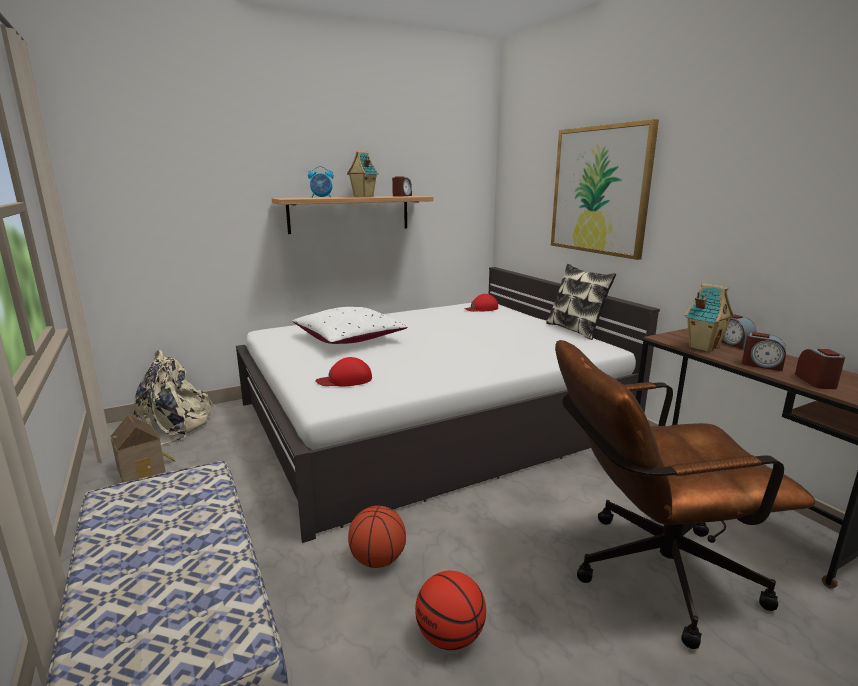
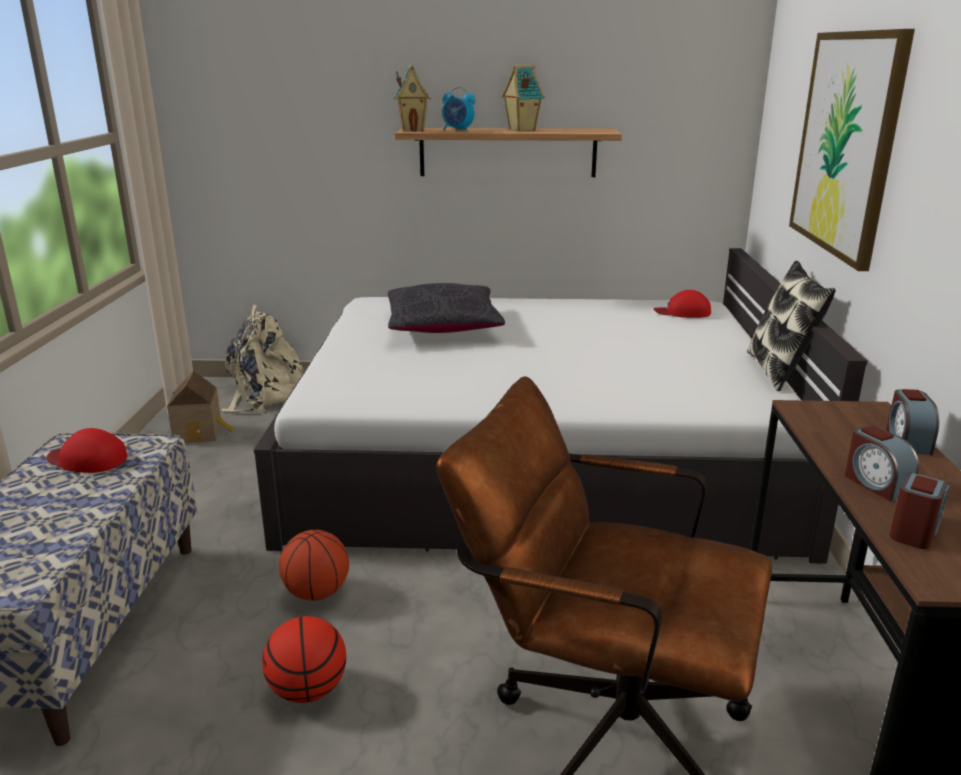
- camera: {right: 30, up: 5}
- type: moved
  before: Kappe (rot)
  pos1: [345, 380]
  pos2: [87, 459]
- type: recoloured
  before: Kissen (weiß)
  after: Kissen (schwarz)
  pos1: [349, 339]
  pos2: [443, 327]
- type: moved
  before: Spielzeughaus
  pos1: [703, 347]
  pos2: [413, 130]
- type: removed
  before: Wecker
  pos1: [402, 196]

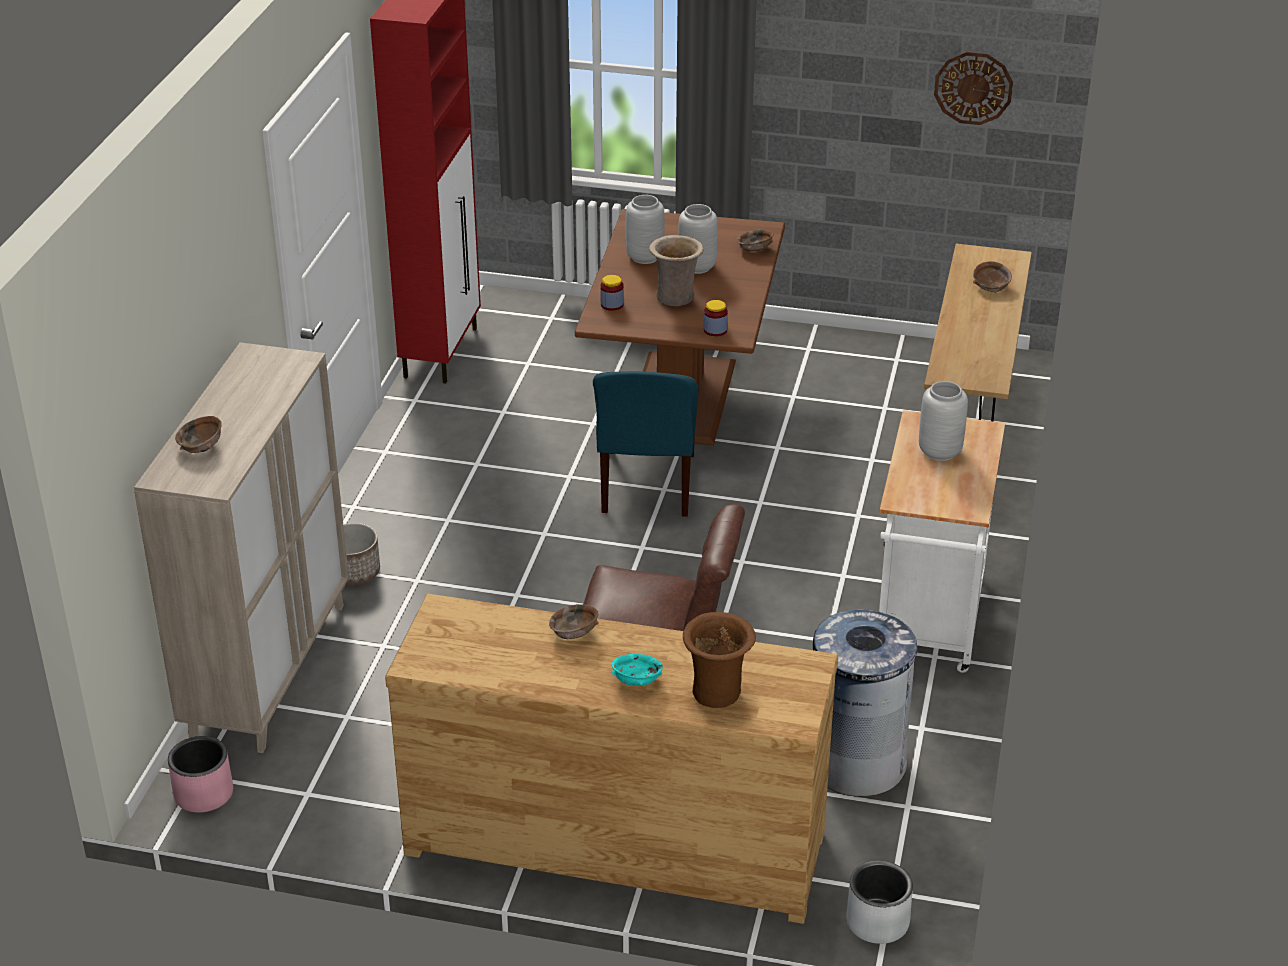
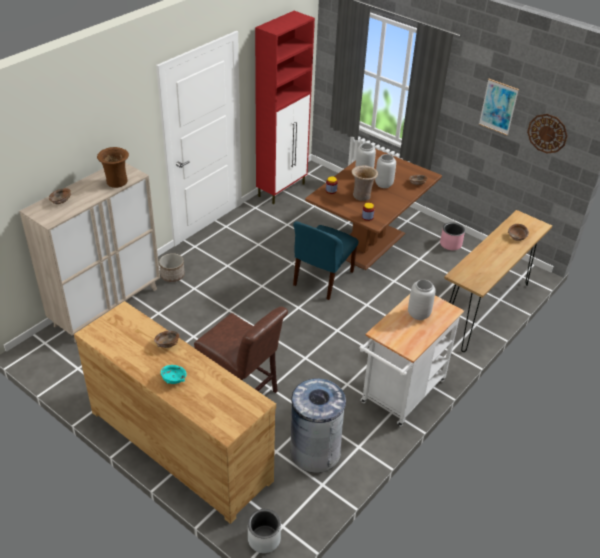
- camera: {right: 25, up: 5}
- type: moved
  before: Vase (braun)
  pos1: [718, 694]
  pos2: [117, 183]
- type: moved
  before: Pflanzkübel (rosa)
  pos1: [203, 794]
  pos2: [450, 244]
- type: added
  after: Bild
  pos2: [498, 107]

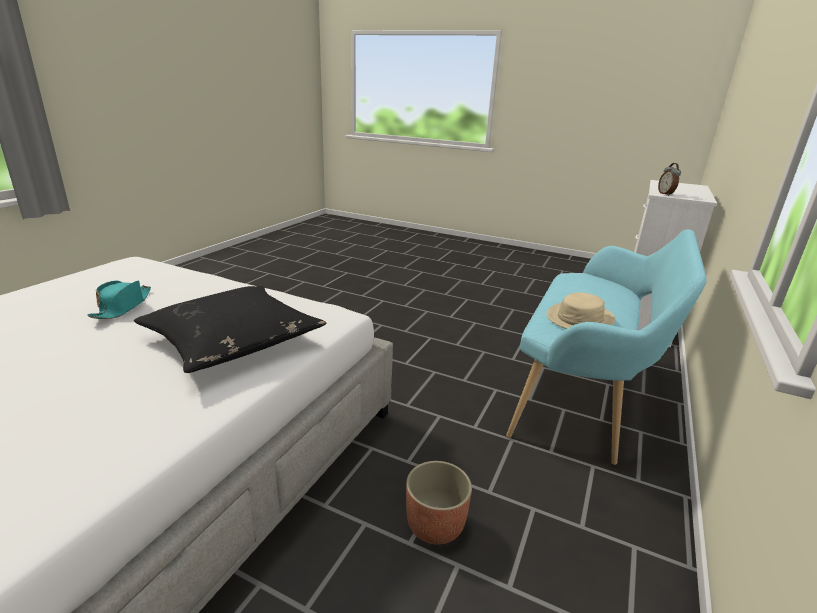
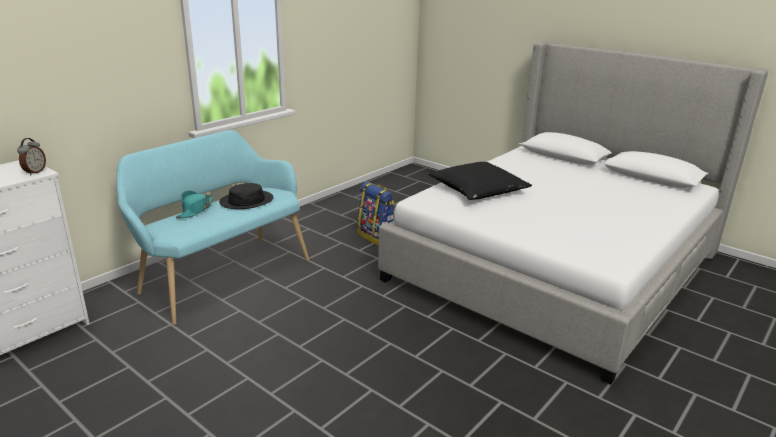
- camera: {right: -165, up: 0}
- type: moved
  before: Hut (türkis)
  pos1: [123, 306]
  pos2: [196, 210]
- type: recoloured
  before: Hut (beige)
  after: Hut (schwarz)
  pos1: [580, 318]
  pos2: [246, 201]
- type: replaced
  before: Pflanzkübel
  after: Rucksack
  pos1: [434, 525]
  pos2: [376, 237]

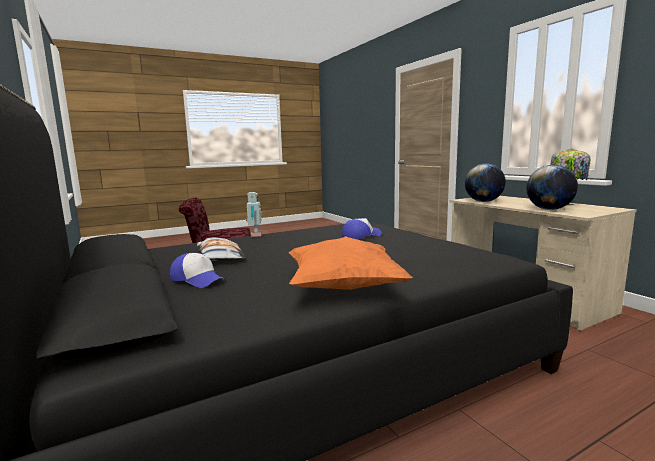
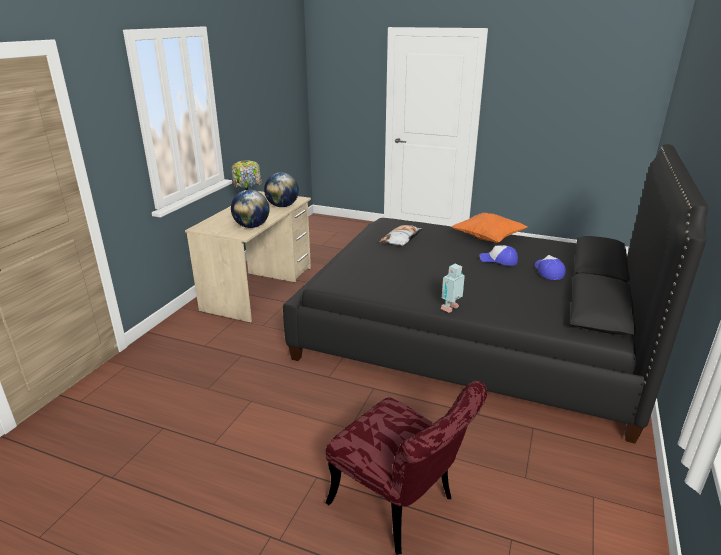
- camera: {right: -130, up: 15}
- type: moved
  before: Kissen
  pos1: [219, 256]
  pos2: [401, 239]
- type: moved
  before: Kappe
  pos1: [361, 236]
  pos2: [498, 260]

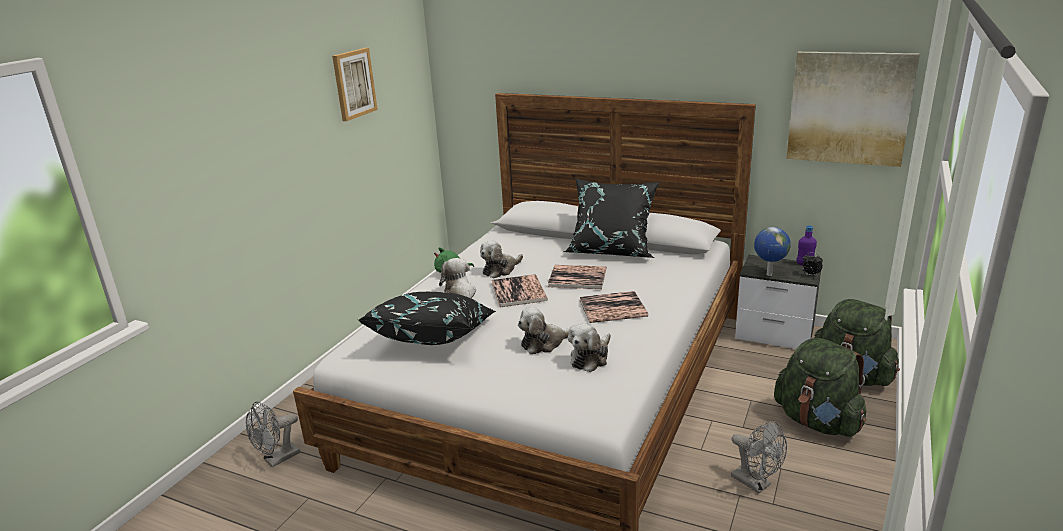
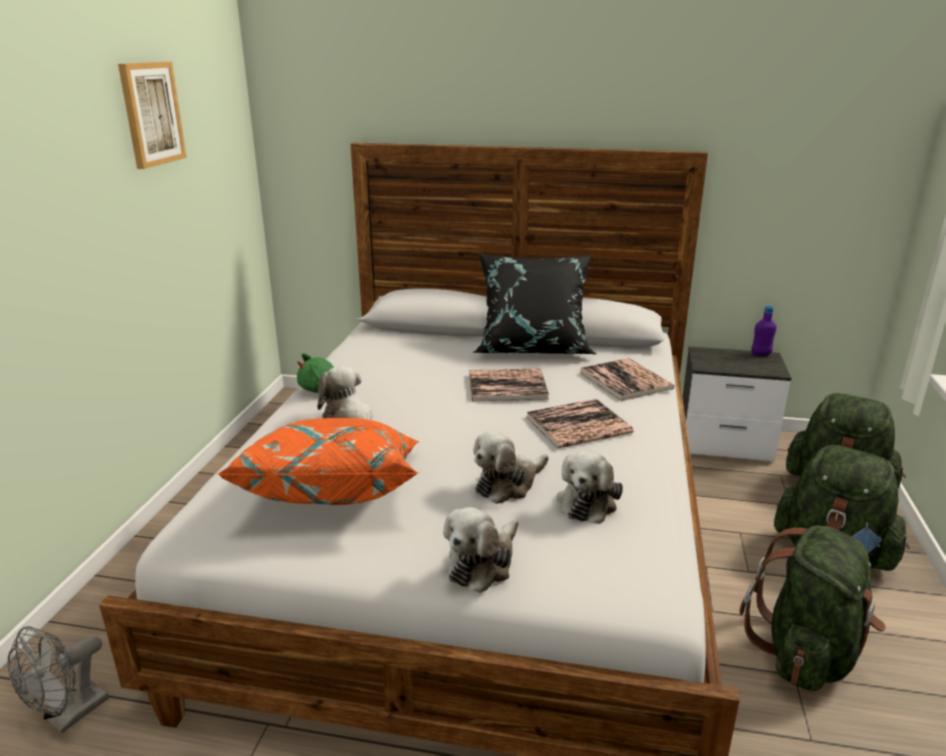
- camera: {right: -15, up: 0}
- type: recoloured
  before: Kissen (schwarz)
  after: Kissen (orange)
  pos1: [434, 337]
  pos2: [334, 489]
- type: moved
  before: Plüschtier
  pos1: [500, 270]
  pos2: [483, 563]
- type: moved
  before: Buch
  pos1: [518, 292]
  pos2: [625, 380]
- type: replaced
  before: Ventilator (grau)
  after: Rucksack (grün)
  pos1: [756, 483]
  pos2: [806, 653]
- type: removed
  before: Globus
  pos1: [768, 275]
- type: removed
  before: Bild
  pos1: [849, 108]
- type: removed
  before: Wecker
  pos1: [810, 275]

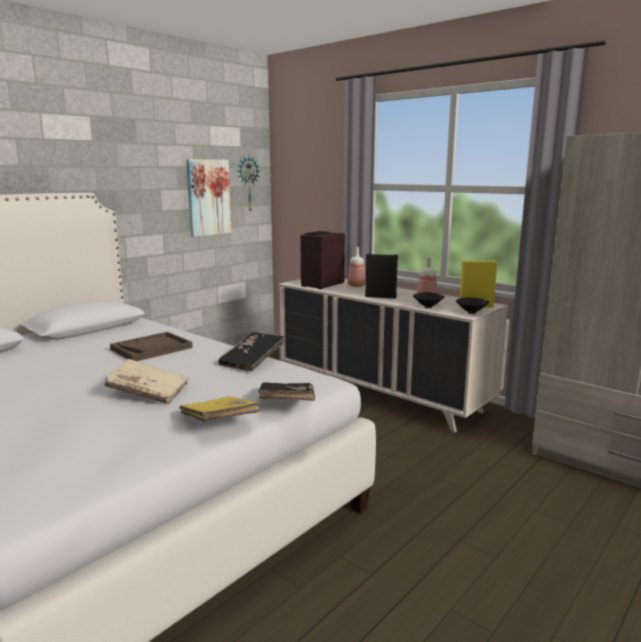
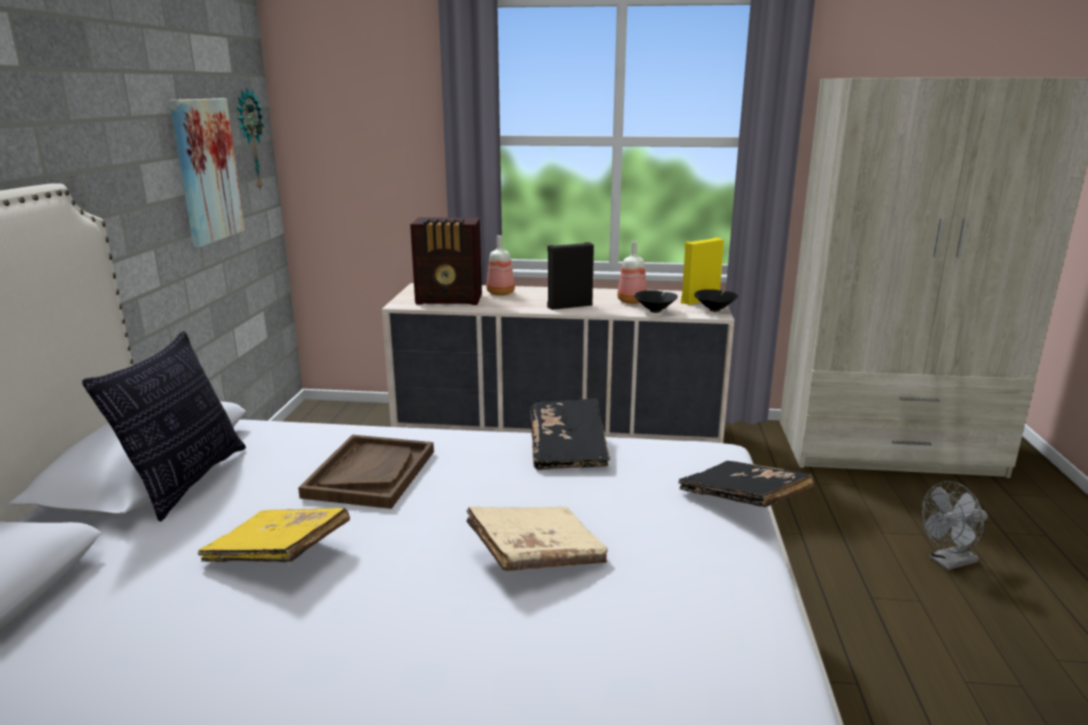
- camera: {right: -35, up: 5}
- type: added
  after: Kissen
  pos2: [187, 481]
- type: moved
  before: Buch (gelb)
  pos1: [219, 422]
  pos2: [278, 554]
- type: turned
  before: Radio
  pos1: [321, 284]
  pos2: [450, 300]
  turn: -90
- type: added
  after: Ventilator (grau)
  pos2: [948, 562]

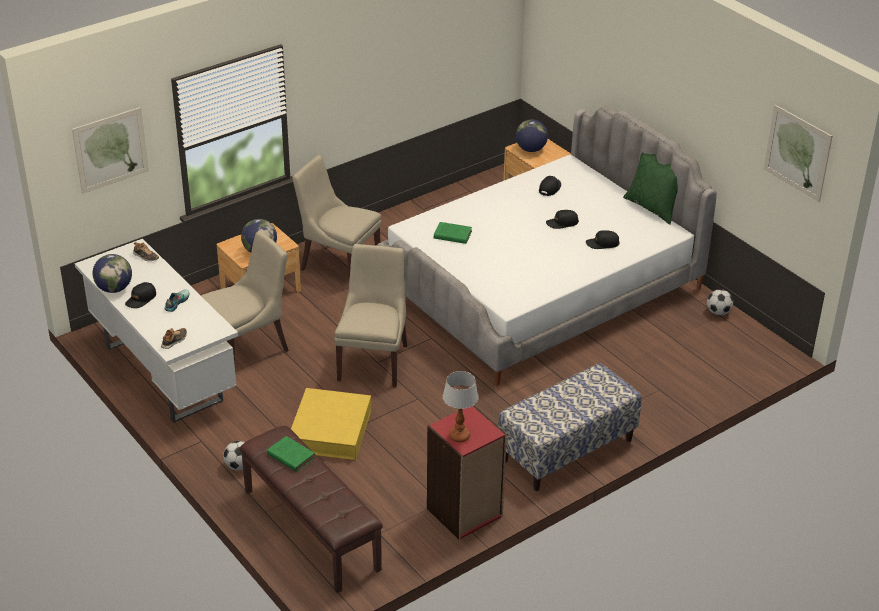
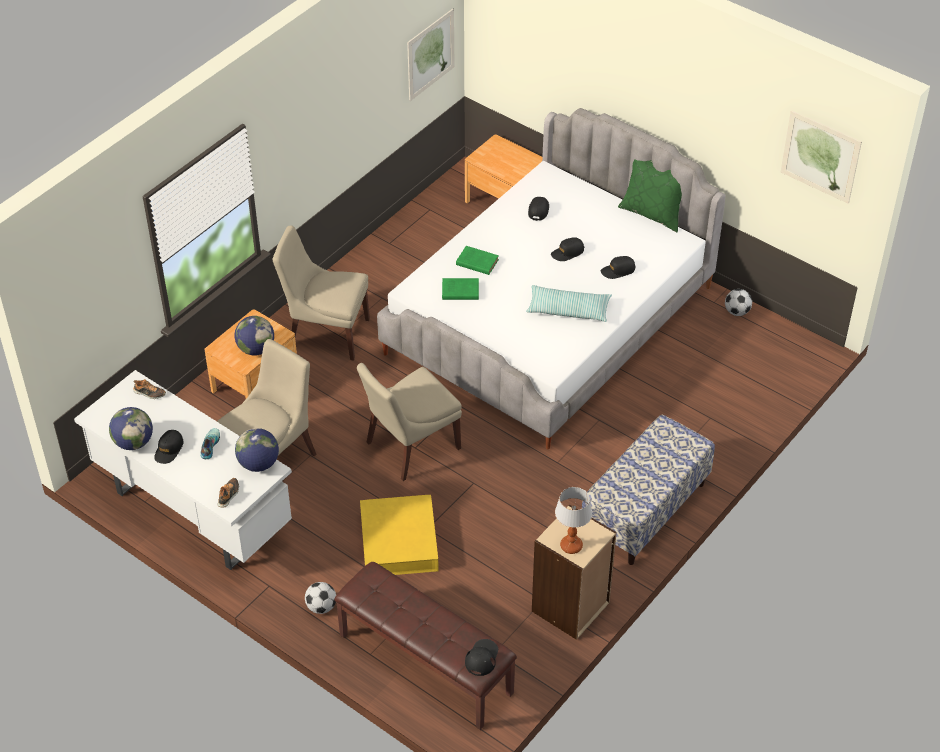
- camera: {right: -15, up: 10}
- type: moved
  before: Globus
  pos1: [531, 149]
  pos2: [258, 464]
- type: turned
  before: Stuhl (beige)
  pos1: [373, 361]
  pos2: [410, 447]
  turn: -120
- type: moved
  before: Bild
  pos1: [111, 150]
  pos2: [430, 54]
- type: moved
  before: Buch (grün)
  pos1: [290, 455]
  pos2: [476, 262]
- type: added
  after: Kappe (schwarz)
  pos2: [482, 658]
- type: added
  after: Kissen
  pos2: [568, 310]
- type: recoloured
  before: Bücherregal (rot)
  after: Bücherregal (beige)
  pos1: [465, 513]
  pos2: [571, 607]

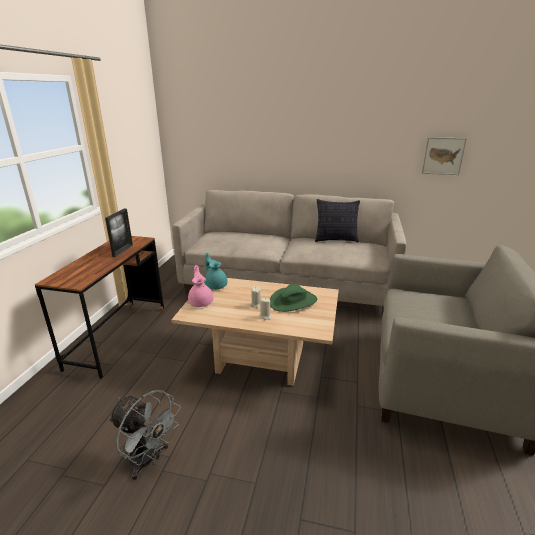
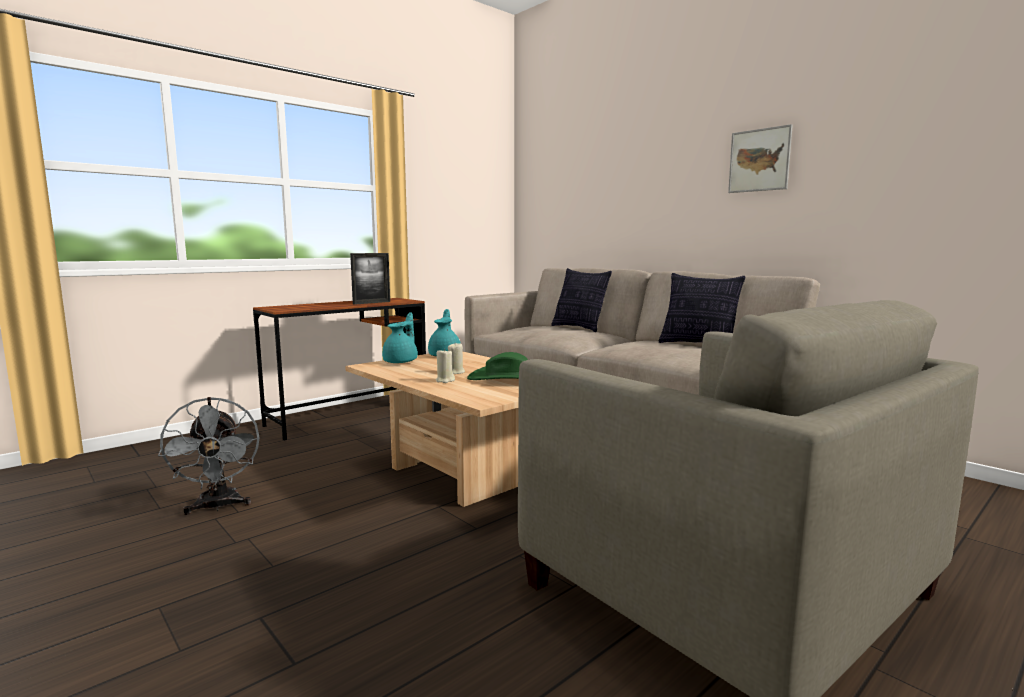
- camera: {right: 35, up: -15}
- type: recoloured
  before: Teekanne (rosa)
  after: Teekanne (türkis)
  pos1: [201, 302]
  pos2: [401, 361]
- type: added
  after: Kissen
  pos2: [579, 328]
- type: moved
  before: Bild
  pos1: [443, 156]
  pos2: [759, 160]

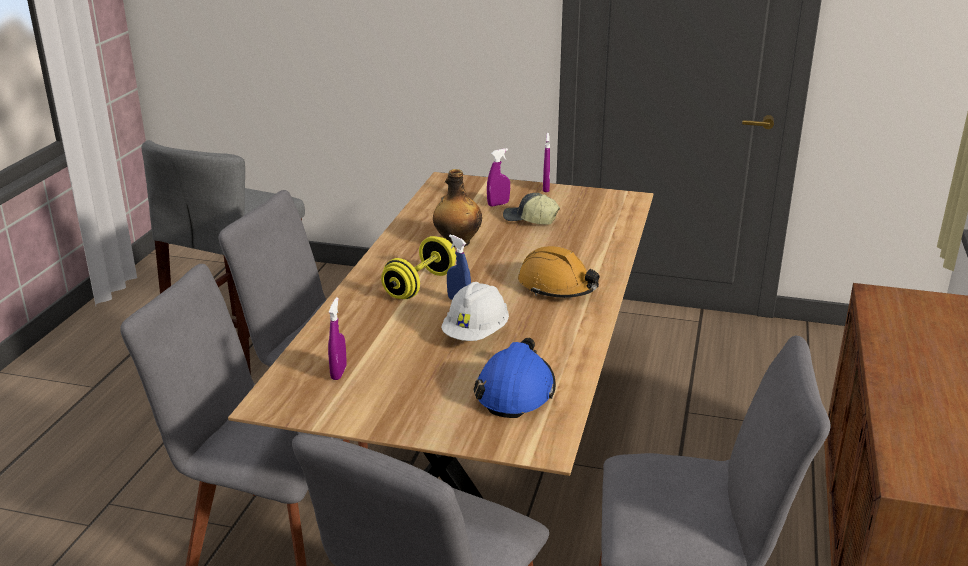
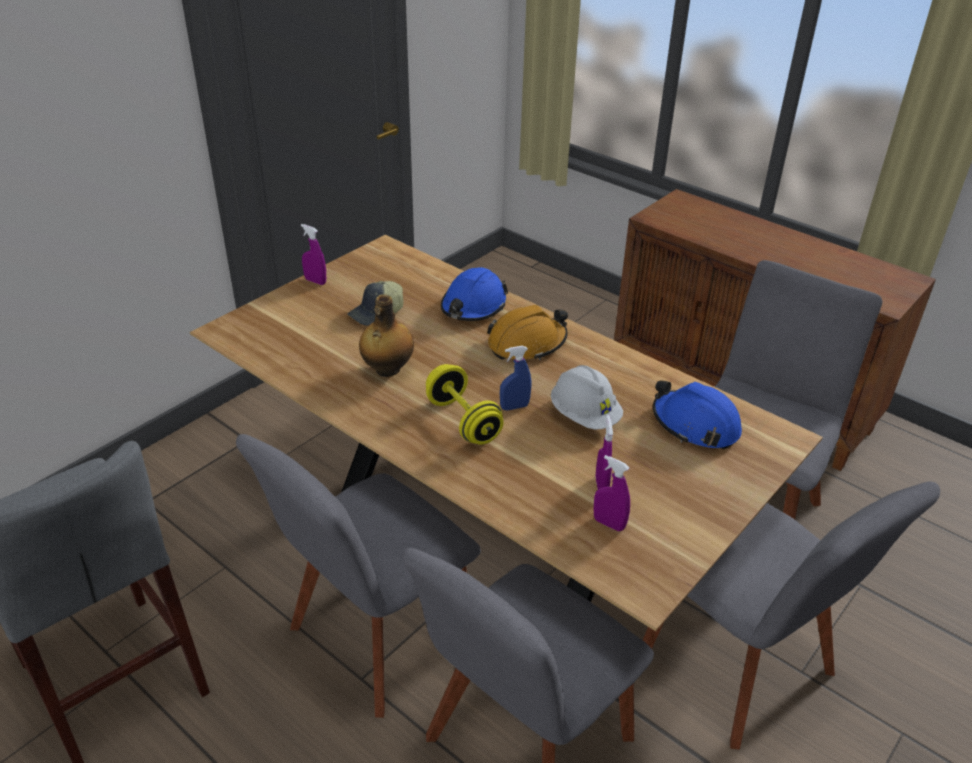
- camera: {right: -65, up: 10}
- type: added
  after: Schutzhelm (blau)
  pos2: [473, 307]
- type: moved
  before: Sprühflasche (lila)
  pos1: [498, 204]
  pos2: [601, 486]

